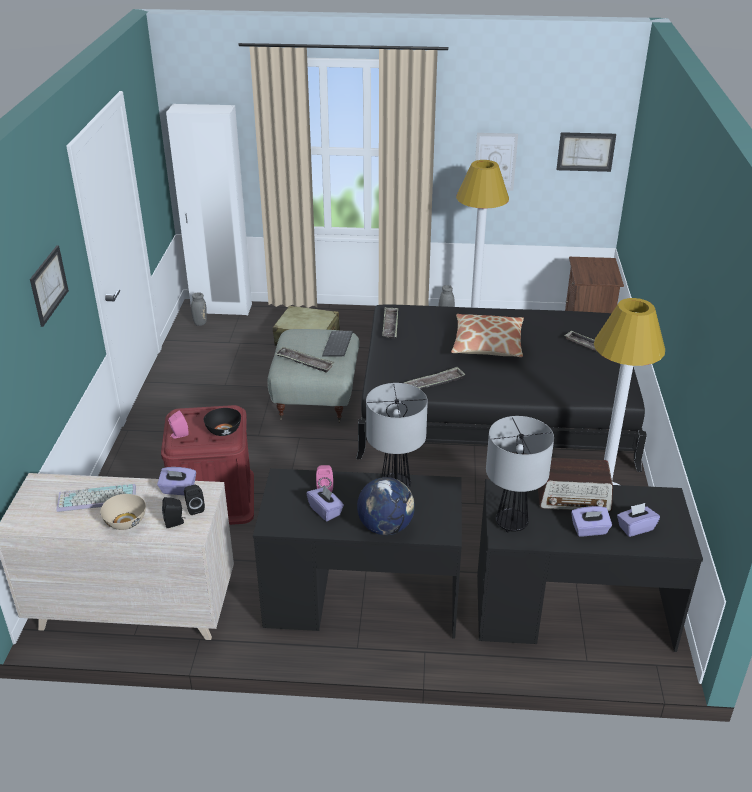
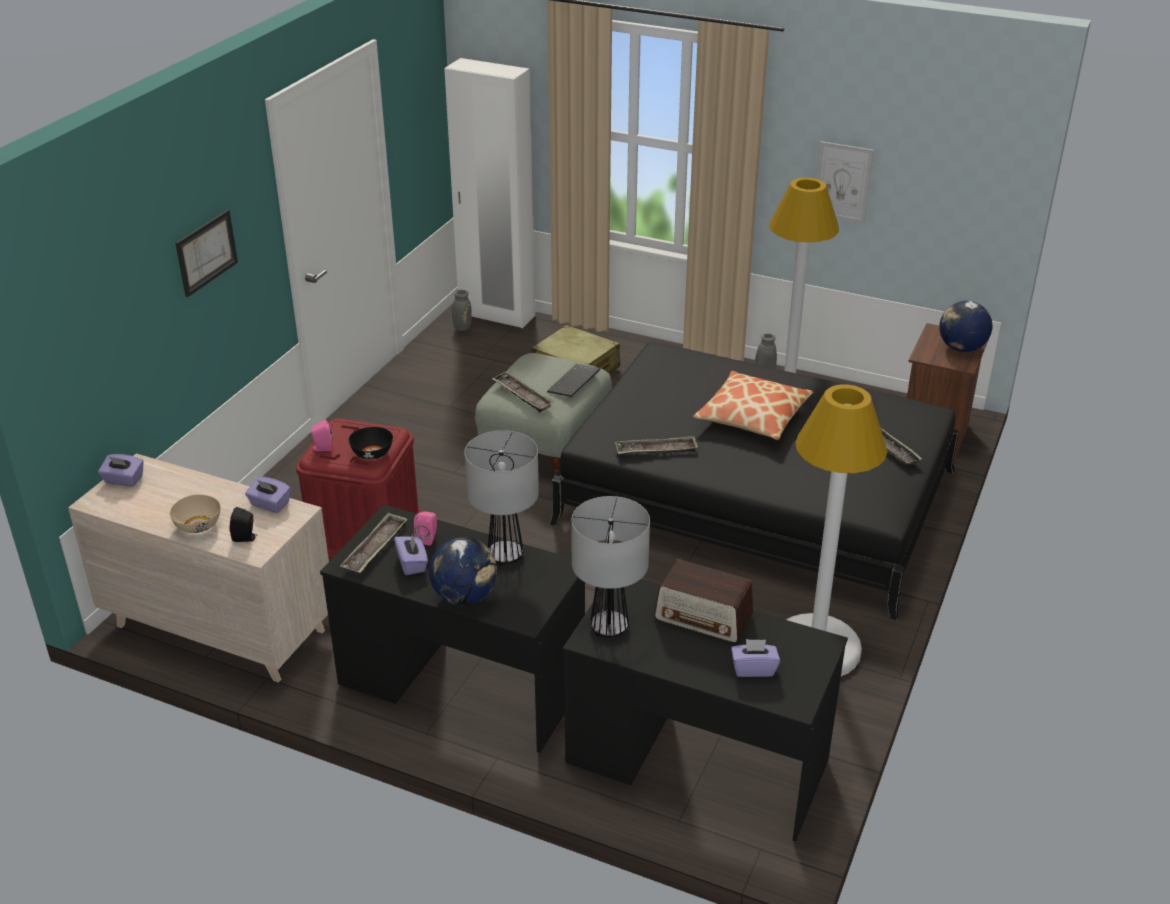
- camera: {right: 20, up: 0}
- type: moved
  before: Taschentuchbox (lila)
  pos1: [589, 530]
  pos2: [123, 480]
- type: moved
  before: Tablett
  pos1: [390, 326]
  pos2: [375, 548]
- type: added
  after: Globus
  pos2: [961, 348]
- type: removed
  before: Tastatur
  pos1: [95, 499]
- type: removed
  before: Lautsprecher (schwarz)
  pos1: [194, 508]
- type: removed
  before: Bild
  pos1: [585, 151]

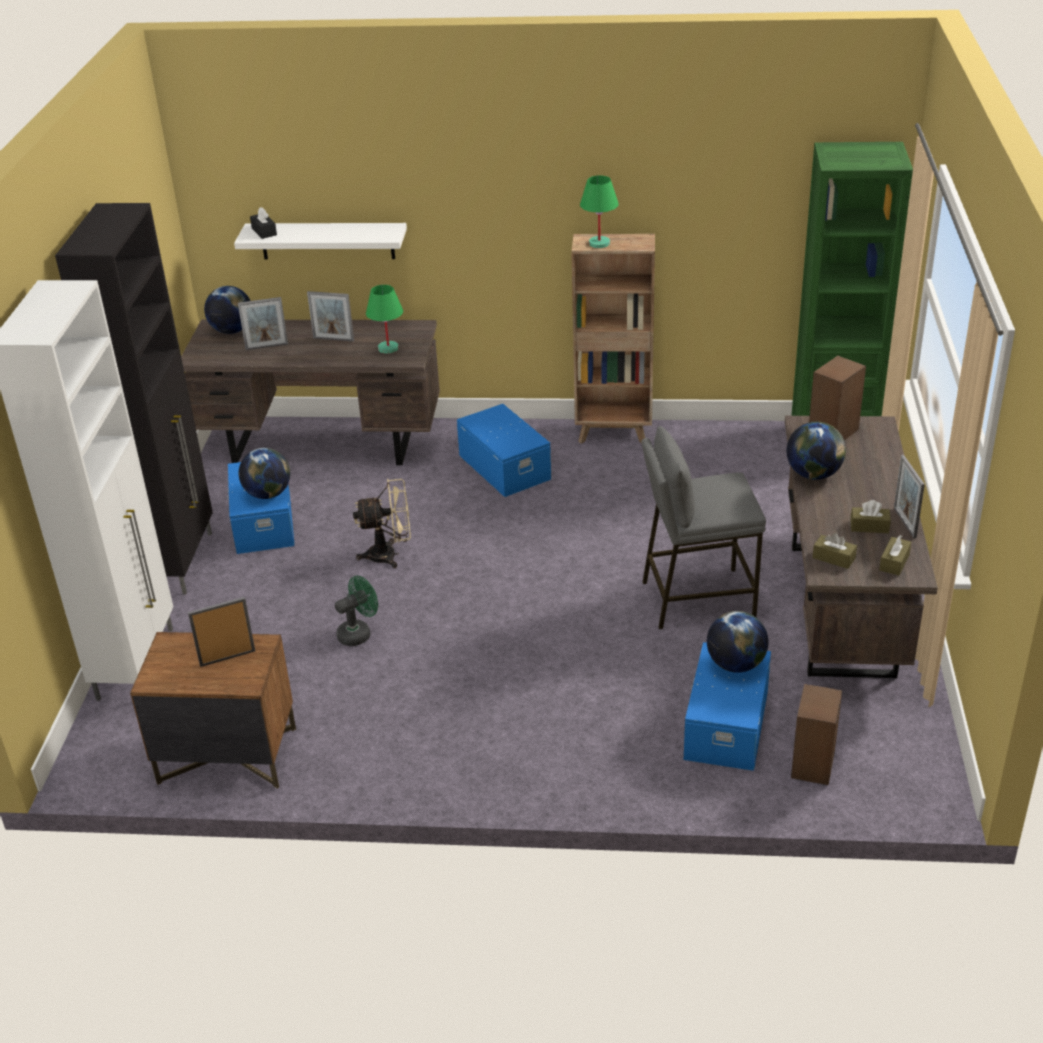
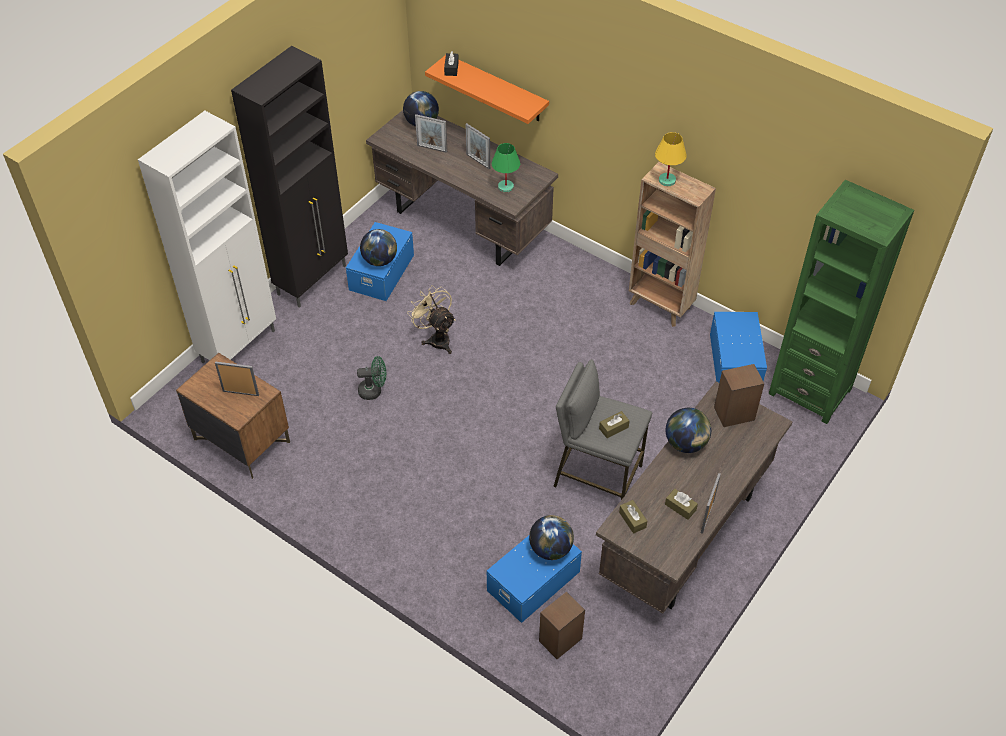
- camera: {right: 30, up: 15}
- type: turned
  before: Ventilator (beige)
  pos1: [390, 555]
  pos2: [436, 338]
  turn: -150
- type: recoloured
  before: Wandregal (weiß)
  after: Wandregal (orange)
  pos1: [327, 241]
  pos2: [497, 89]
- type: moved
  before: Taschentuchbox (braun)
  pos1: [894, 562]
  pos2: [613, 428]
- type: recoloured
  before: Tischlampe (grün)
  after: Tischlampe (gelb)
  pos1: [599, 243]
  pos2: [667, 180]
- type: moved
  before: Aufbewahrungsbox (blau)
  pos1: [505, 466]
  pos2: [736, 361]

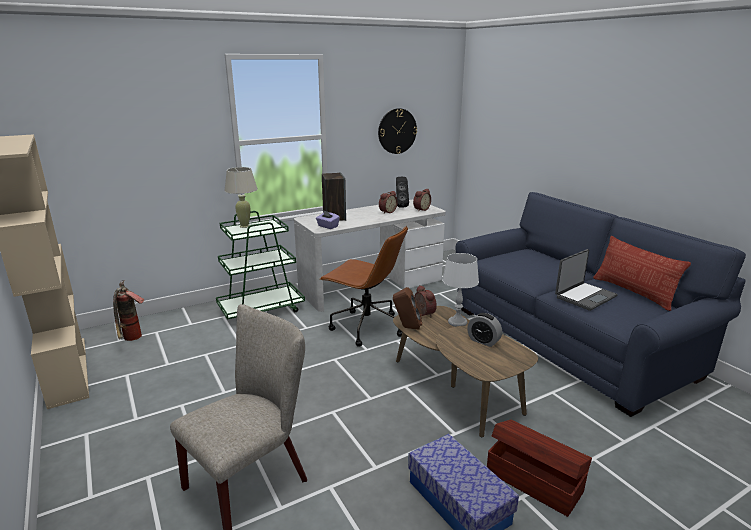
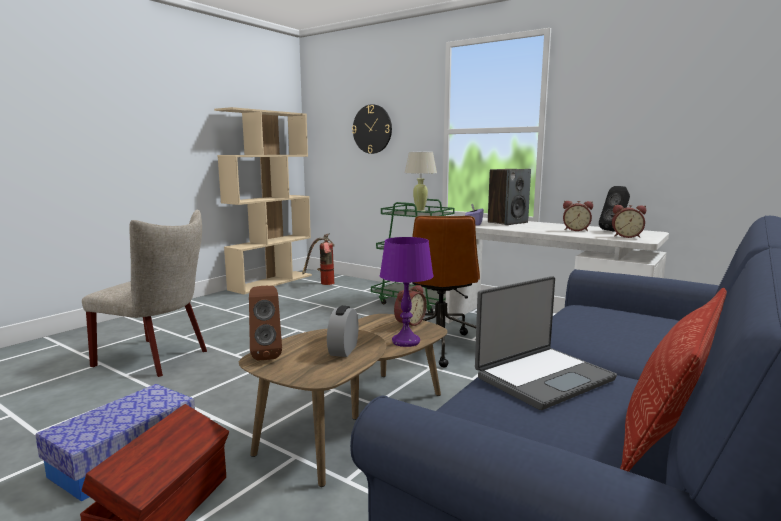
- camera: {right: 65, up: -10}
- type: moved
  before: Lautsprecher (braun)
  pos1: [407, 327]
  pos2: [266, 355]
- type: moved
  before: Wanduhr
  pos1: [397, 131]
  pos2: [372, 129]
- type: recoloured
  before: Tischlampe (weiß)
  after: Tischlampe (lila)
  pos1: [457, 322]
  pos2: [405, 341]
- type: turned
  before: Laptop
  pos1: [584, 296]
  pos2: [542, 377]
  turn: -60

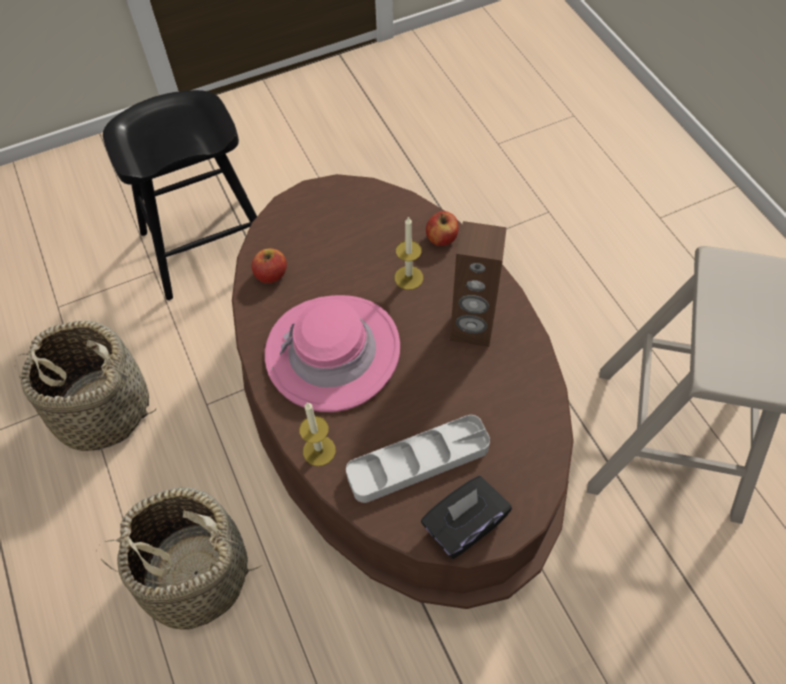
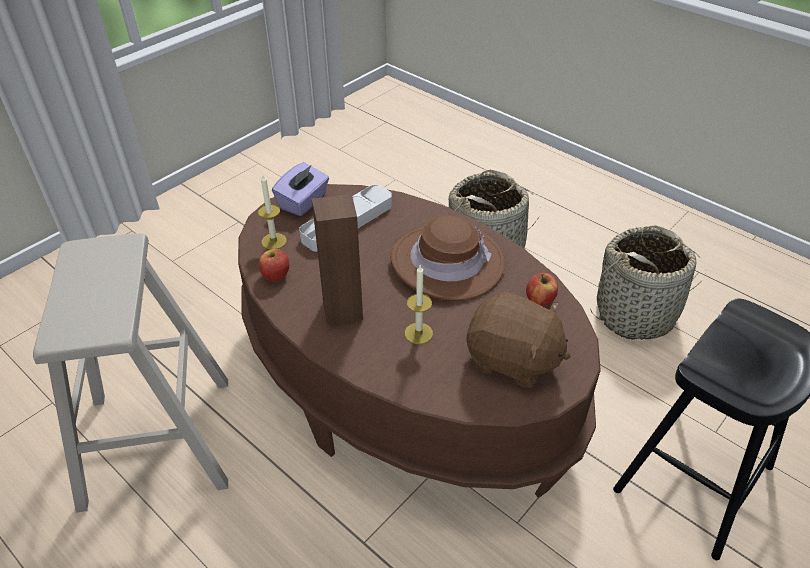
- camera: {right: 155, up: -15}
- type: moved
  before: Kerze
  pos1: [319, 450]
  pos2: [274, 241]
- type: moved
  before: Apfel
  pos1: [442, 238]
  pos2: [275, 275]
- type: recoloured
  before: Taschentuchbox (schwarz)
  after: Taschentuchbox (lila)
  pos1: [463, 525]
  pos2: [303, 202]
- type: recoloured
  before: Hut (rosa)
  after: Hut (braun)
  pos1: [333, 352]
  pos2: [447, 262]
- type: added
  after: Plüschtier (braun)
  pos2: [512, 359]

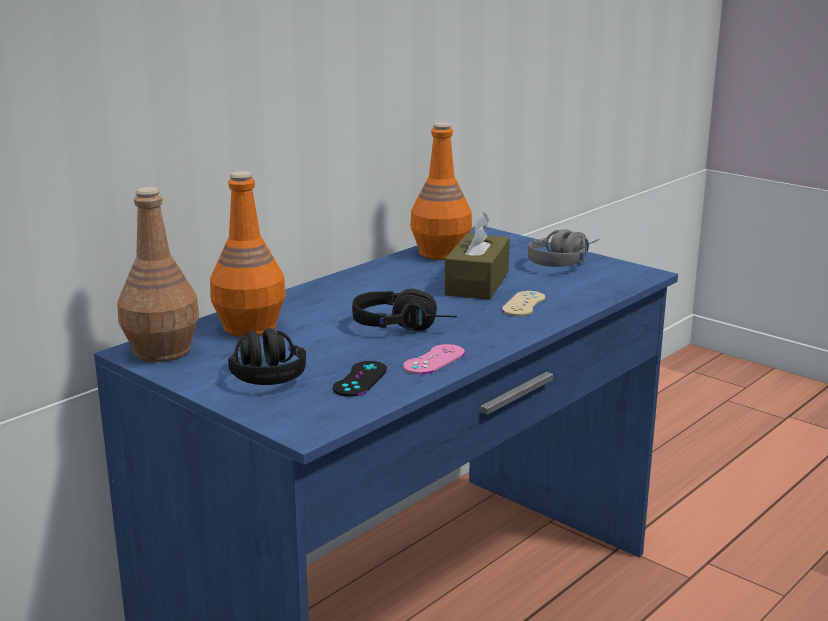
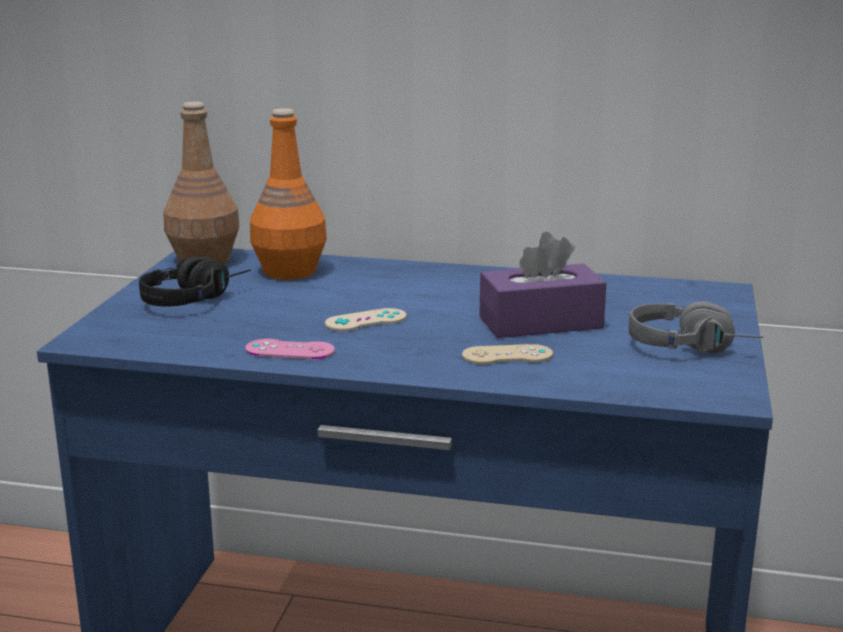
- camera: {right: 60, up: 0}
- type: replaced
  before: Kopfhörer (schwarz)
  after: Gamepad (beige)
  pos1: [404, 326]
  pos2: [366, 320]
- type: recoloured
  before: Taschentuchbox (braun)
  after: Taschentuchbox (lila)
  pos1: [477, 283]
  pos2: [540, 322]
- type: removed
  before: Gamepad (schwarz)
  pos1: [360, 379]
- type: removed
  before: Flasche (orange)
  pos1: [441, 253]

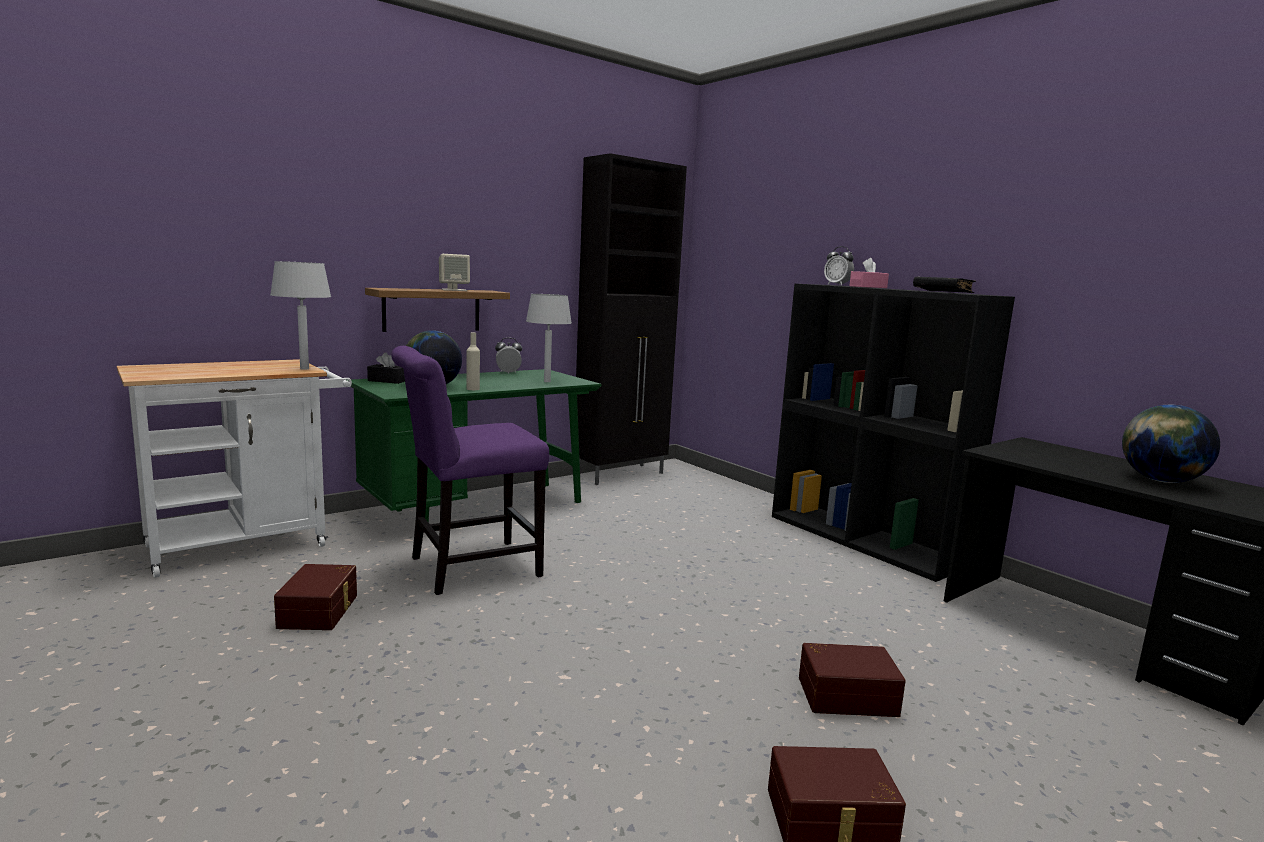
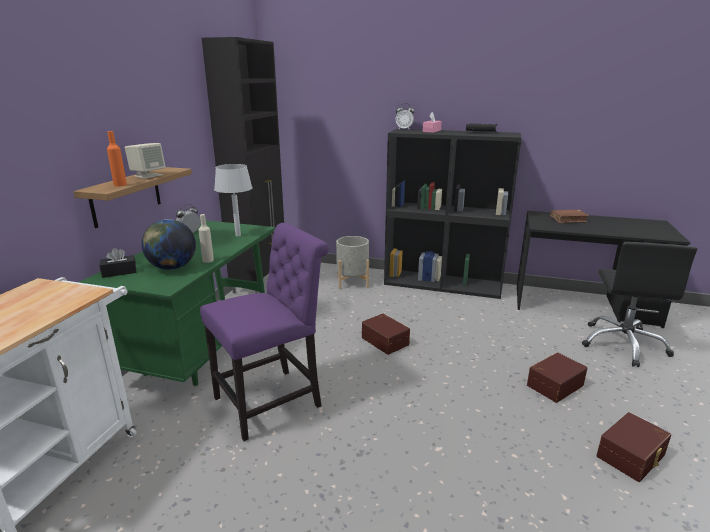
- camera: {right: -35, up: 10}
- type: added
  after: Flasche (orange)
  pos2: [120, 185]
- type: turned
  before: Stuhl (lila)
  pos1: [468, 568]
  pos2: [273, 400]
  turn: -150
- type: added
  after: Pflanzkübel (grau)
  pos2: [352, 282]
- type: moved
  before: Aufbewahrungsbox (braun)
  pos1: [320, 611]
  pos2: [386, 341]
- type: added
  after: Buch (braun)
  pos2: [568, 220]
- type: added
  after: Bürostuhl (schwarz)
  pos2: [623, 344]
- type: removed
  before: Tischlampe (grau)
  pos1: [305, 369]
- type: removed
  before: Globus
  pos1: [1160, 481]

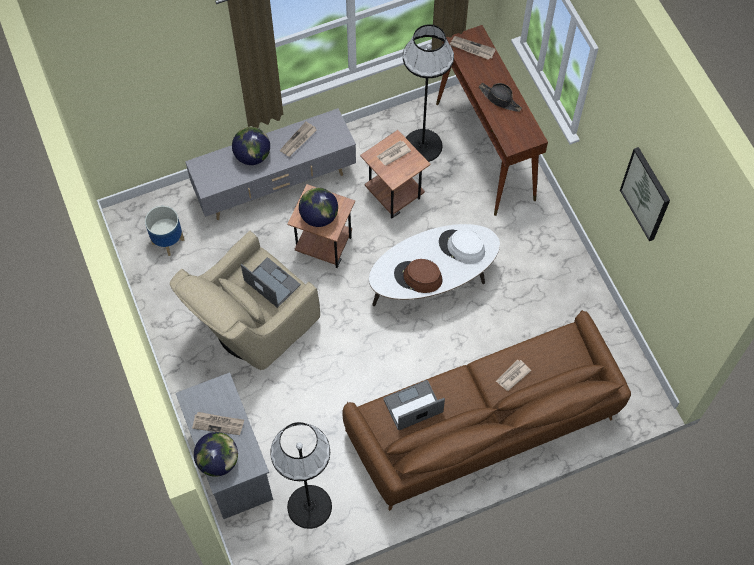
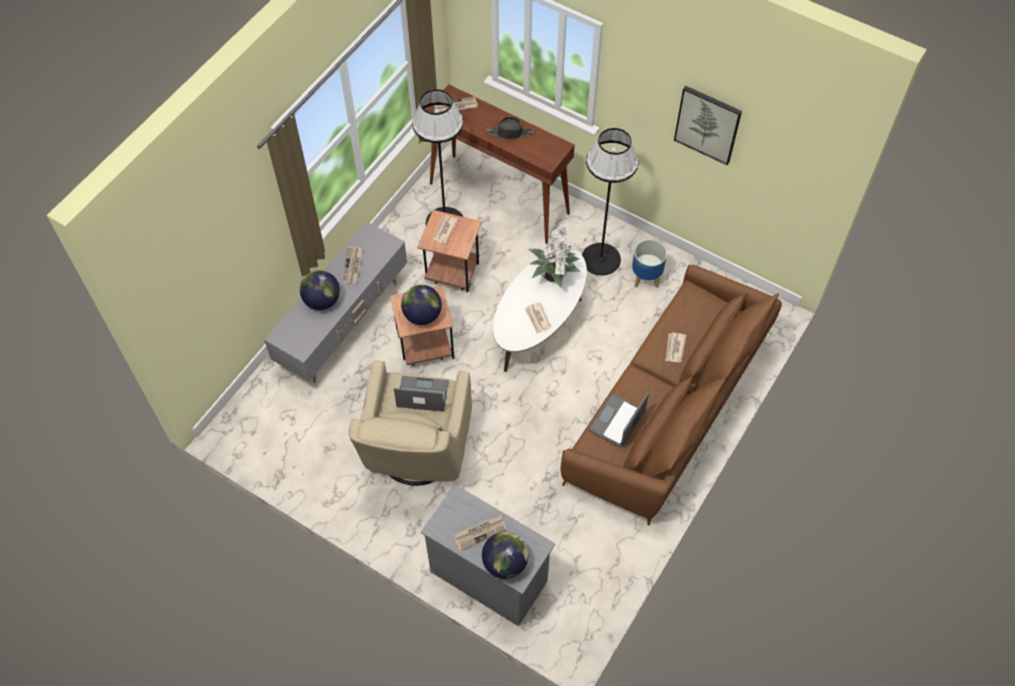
- camera: {right: -35, up: -5}
- type: replaced
  before: Hut (braun)
  after: Zeitung
  pos1: [418, 277]
  pos2: [537, 319]
- type: replaced
  before: Hut (weiß)
  after: Topfpflanze
  pos1: [461, 247]
  pos2: [553, 275]
- type: moved
  before: Stehlampe (schwarz)
  pos1: [309, 506]
  pos2: [600, 259]
- type: moved
  before: Pflanzkübel
  pos1: [168, 241]
  pos2: [646, 277]

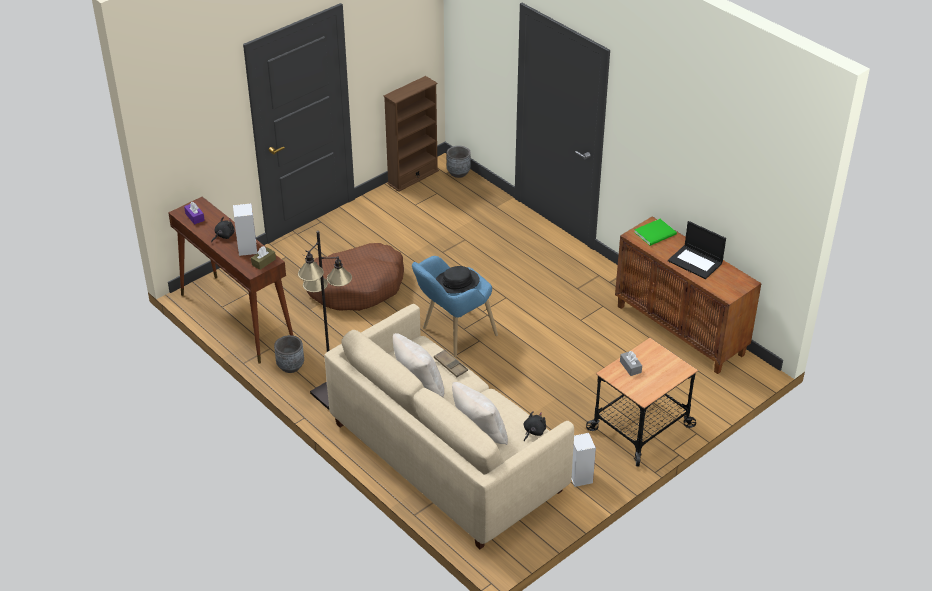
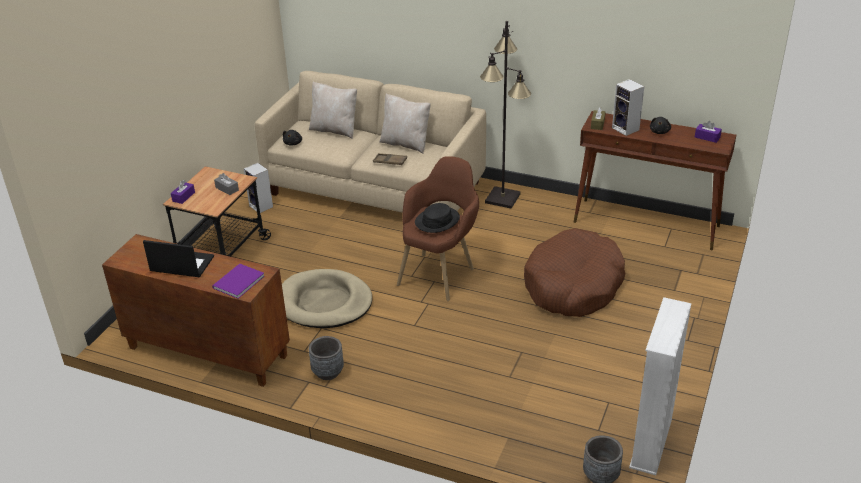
- camera: {right: 155, up: -5}
- type: added
  after: Taschentuchbox (lila)
  pos2: [183, 197]
- type: recoloured
  before: Buch (grün)
  after: Buch (lila)
  pos1: [656, 233]
  pos2: [237, 282]
- type: added
  after: Hundebett (beige)
  pos2: [324, 302]
- type: moved
  before: Pflanzkübel (grau)
  pos1: [290, 366]
  pos2: [328, 372]
- type: recoloured
  before: Sessel (blau)
  after: Sessel (braun)
  pos1: [452, 336]
  pos2: [440, 271]
- type: recoloured
  before: Bücherregal (braun)
  after: Bücherregal (weiß)
  pos1: [413, 177]
  pos2: [651, 443]

